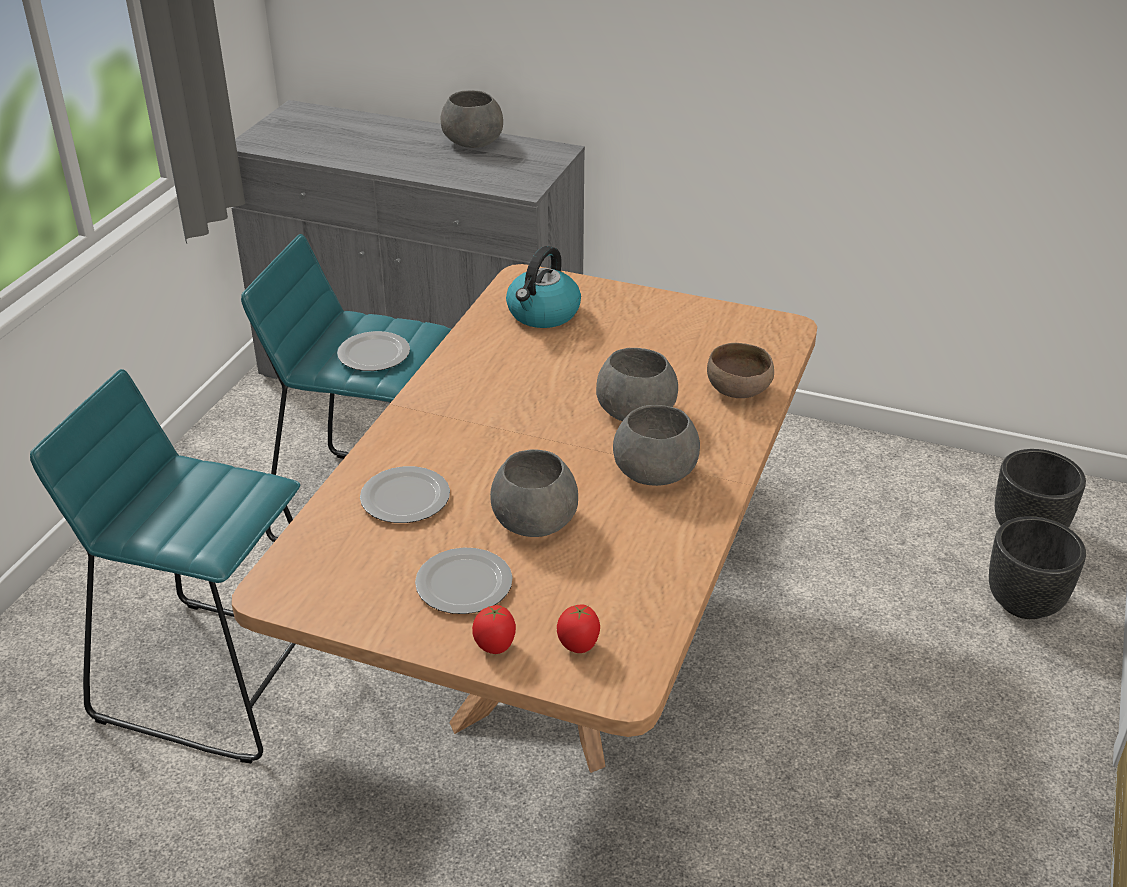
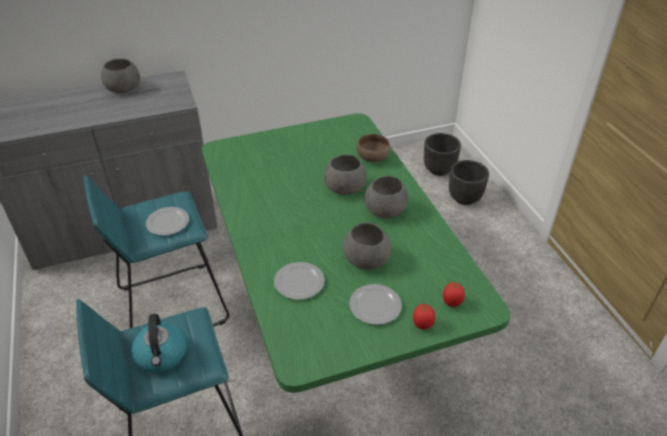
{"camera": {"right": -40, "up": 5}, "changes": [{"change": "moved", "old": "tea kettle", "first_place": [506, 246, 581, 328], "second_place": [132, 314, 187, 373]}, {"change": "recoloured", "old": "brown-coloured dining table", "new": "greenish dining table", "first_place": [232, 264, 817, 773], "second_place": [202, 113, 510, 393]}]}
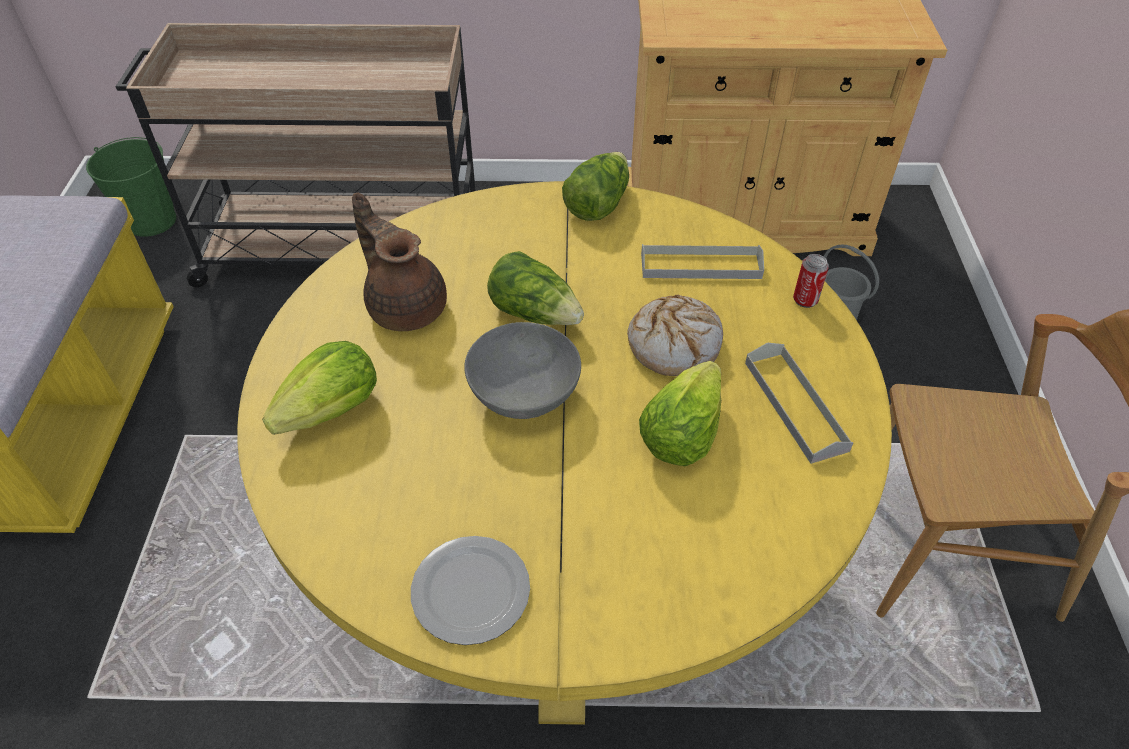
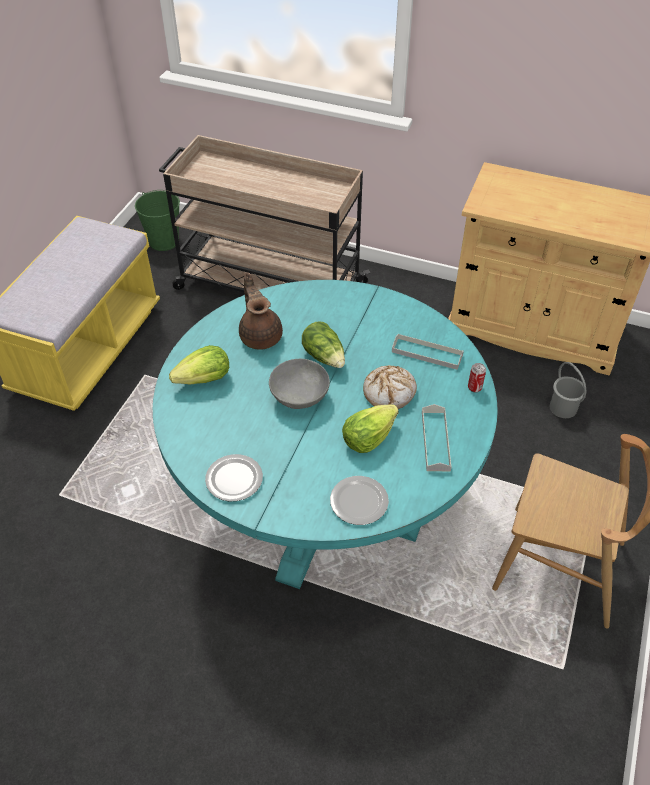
{"camera": {"right": 20, "up": 0}, "changes": [{"change": "removed", "old": "lettuce", "first_place": [562, 152, 629, 221]}, {"change": "recoloured", "old": "yellowish dining table", "new": "turquoise dining table", "first_place": [237, 181, 892, 725], "second_place": [153, 280, 497, 589]}, {"change": "added", "new": "flat dish", "second_place": [330, 476, 389, 525]}]}
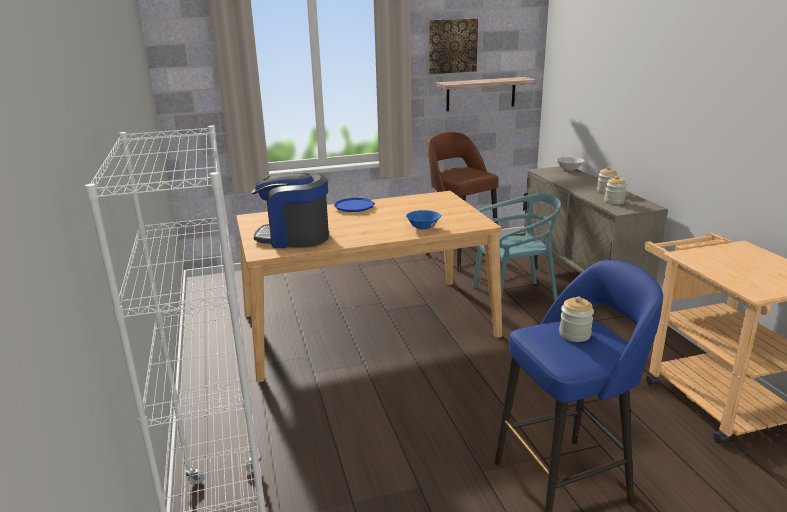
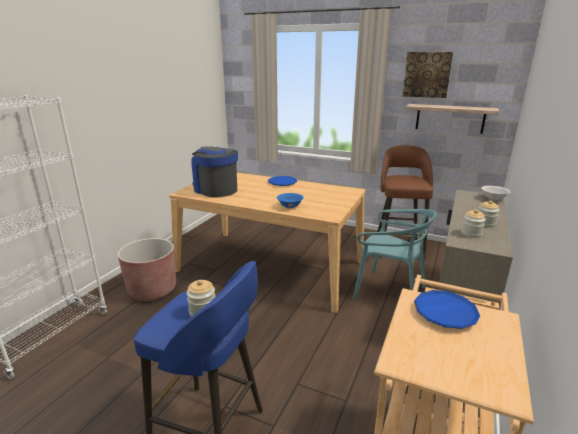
{"camera": {"right": 40, "up": 0}, "changes": [{"change": "added", "new": "brown-coloured plant pot", "second_place": [118, 238, 176, 301]}, {"change": "added", "new": "blue flat dish", "second_place": [414, 290, 480, 329]}]}
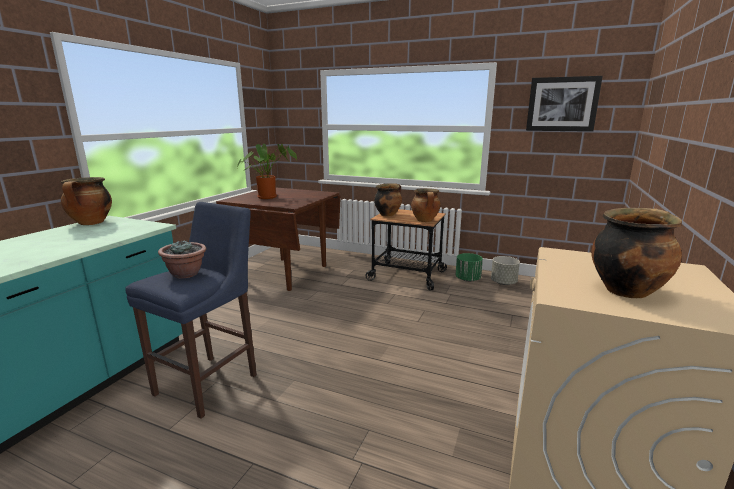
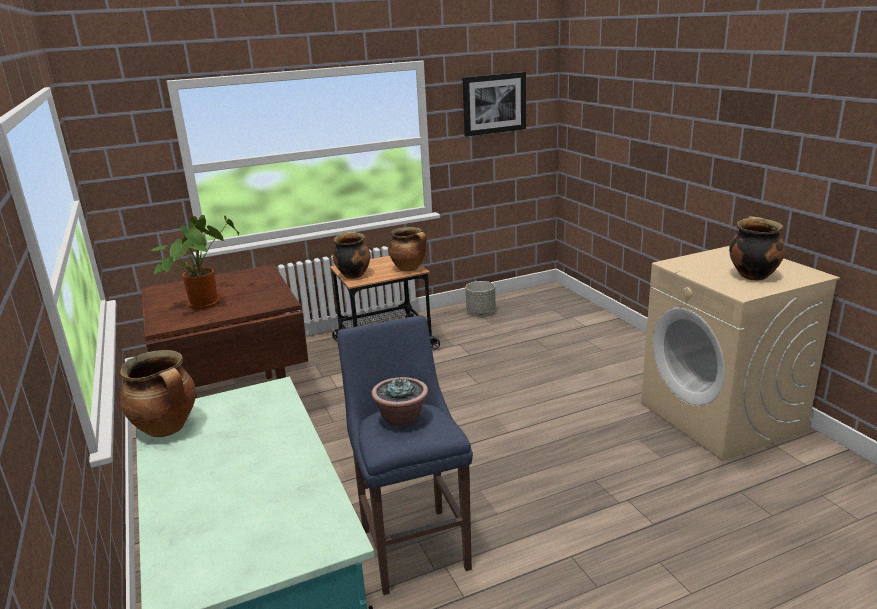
{"camera": {"right": -45, "up": 5}, "changes": [{"change": "removed", "old": "greenish plant pot", "first_place": [456, 253, 483, 282]}]}
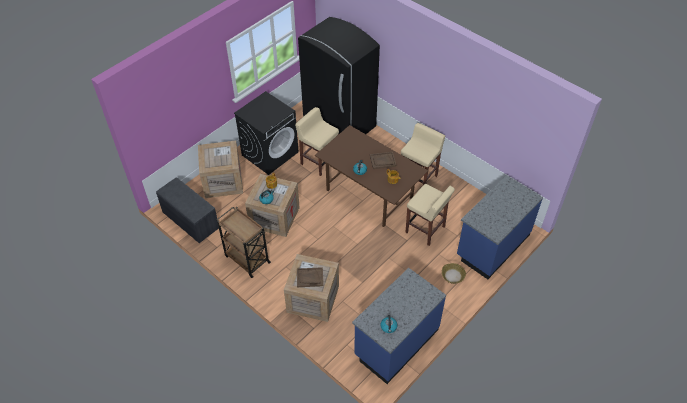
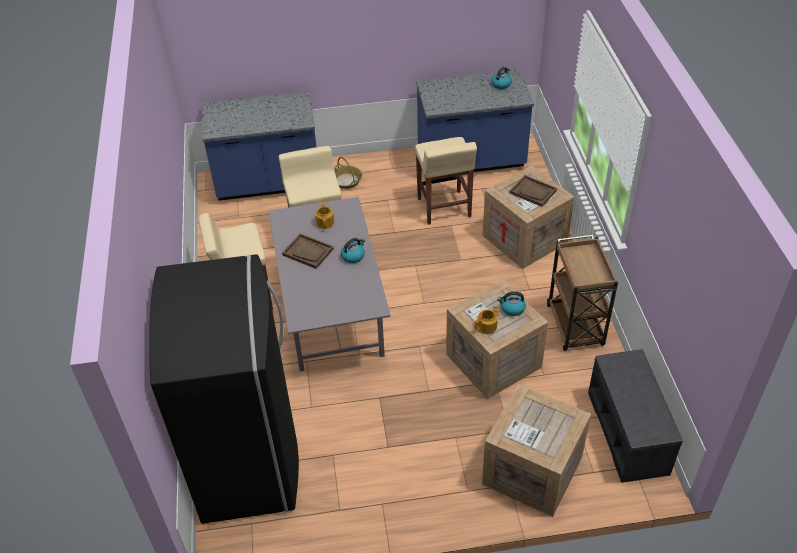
{"camera": {"right": -140, "up": -5}, "changes": [{"change": "removed", "old": "black laundry machine", "first_place": [234, 91, 299, 175]}, {"change": "moved", "old": "beige-coloured stool", "first_place": [295, 107, 339, 176], "second_place": [415, 137, 477, 225]}, {"change": "recoloured", "old": "brown-coloured dining table", "new": "gray dining table", "first_place": [315, 125, 428, 227], "second_place": [269, 197, 391, 371]}]}
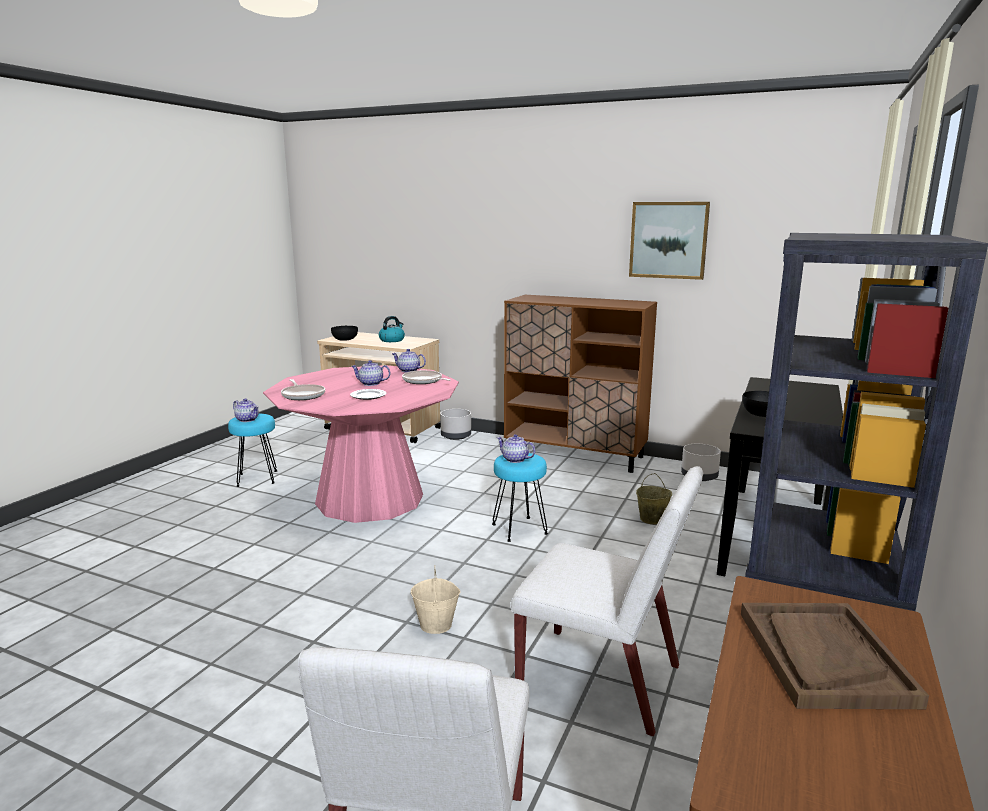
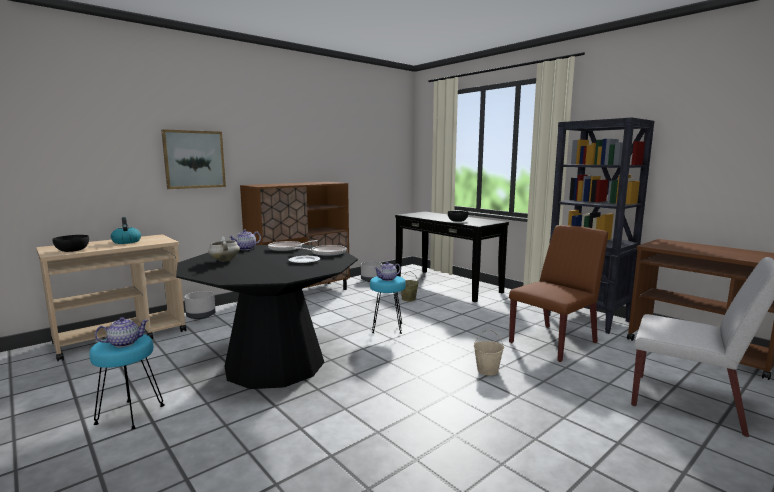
{"camera": {"right": -65, "up": -5}, "changes": [{"change": "moved", "old": "picture", "first_place": [629, 202, 710, 280], "second_place": [161, 129, 226, 189]}, {"change": "removed", "old": "pot for tea", "first_place": [351, 360, 390, 386]}, {"change": "recoloured", "old": "pink dining table", "new": "black dining table", "first_place": [263, 365, 459, 523], "second_place": [176, 244, 358, 389]}, {"change": "moved", "old": "frying pan", "first_place": [281, 379, 325, 400], "second_place": [293, 245, 347, 256]}, {"change": "recoloured", "old": "white-coloured chair", "new": "brown-coloured chair", "first_place": [511, 466, 703, 736], "second_place": [509, 225, 608, 362]}, {"change": "removed", "old": "brown-coloured carrying tray", "first_place": [741, 603, 929, 709]}, {"change": "added", "new": "white-coloured cooking pot", "second_place": [208, 237, 240, 262]}]}
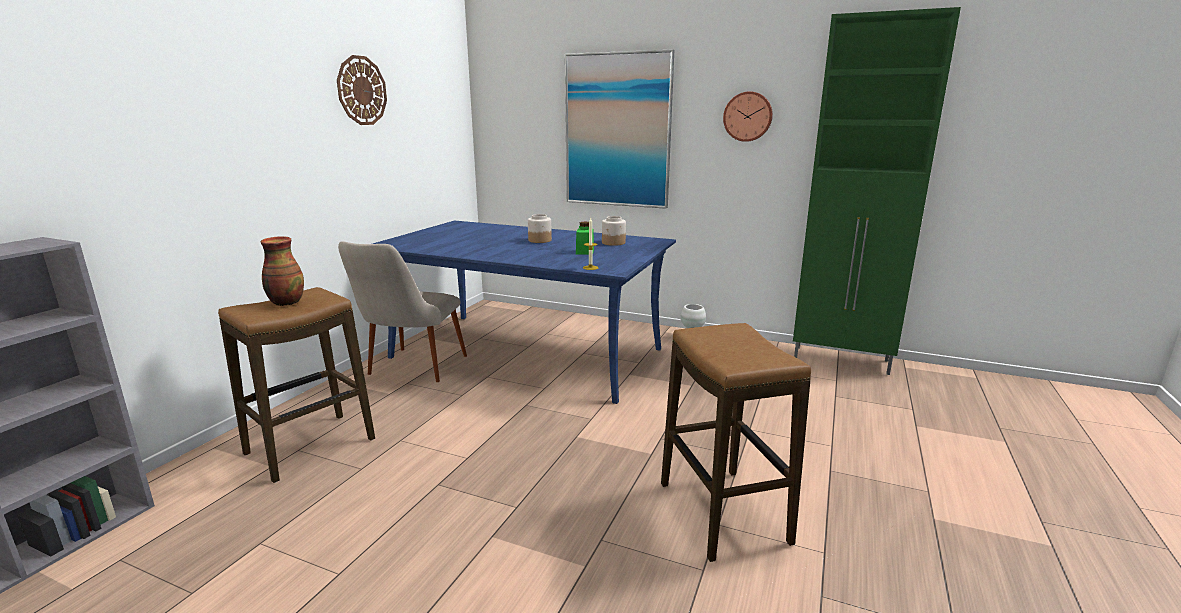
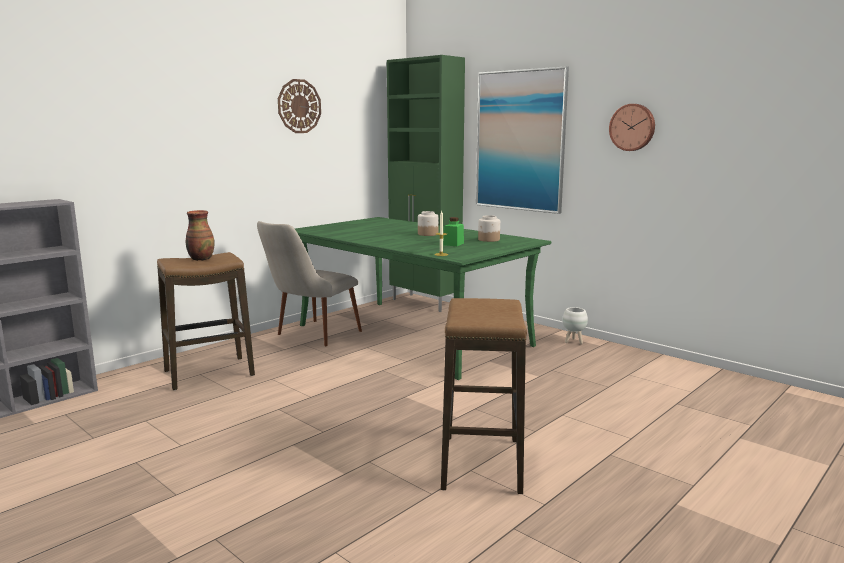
{"camera": {"right": 20, "up": -5}, "changes": [{"change": "moved", "old": "greenish storage cabinet", "first_place": [793, 7, 961, 375], "second_place": [387, 55, 465, 312]}, {"change": "recoloured", "old": "blue dining table", "new": "greenish dining table", "first_place": [373, 220, 676, 404], "second_place": [295, 217, 551, 380]}]}
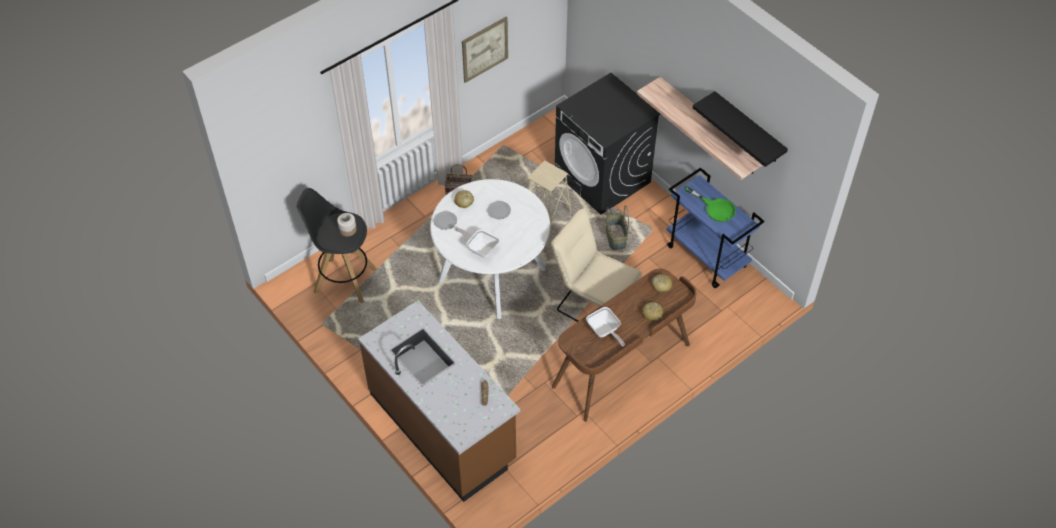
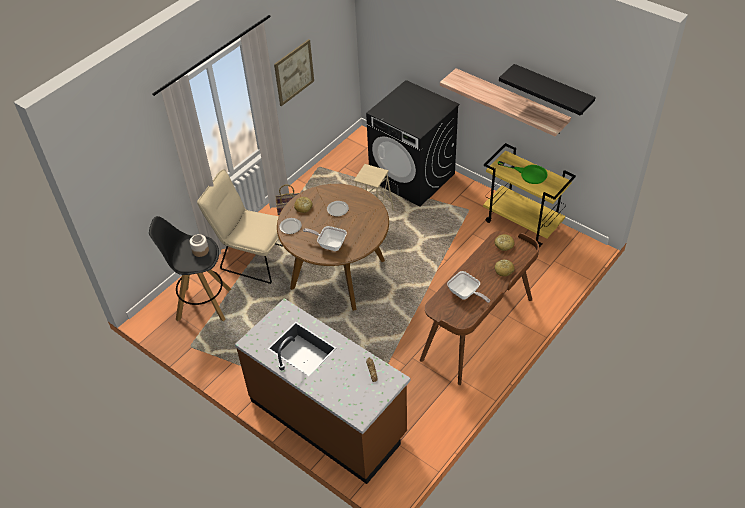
{"camera": {"right": -10, "up": -5}, "changes": [{"change": "recoloured", "old": "blue cart", "new": "yellowish cart", "first_place": [666, 168, 764, 288], "second_place": [483, 143, 576, 248]}, {"change": "recoloured", "old": "white-coloured dining table", "new": "brown-coloured dining table", "first_place": [430, 179, 550, 319], "second_place": [277, 184, 389, 311]}, {"change": "removed", "old": "storage basket", "first_place": [606, 205, 629, 250]}, {"change": "moved", "old": "beige-coloured chair", "first_place": [551, 208, 642, 322], "second_place": [197, 169, 283, 284]}]}
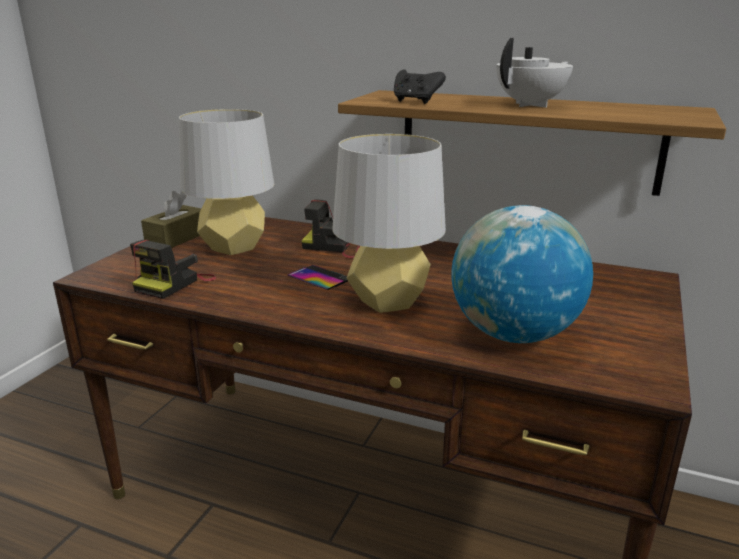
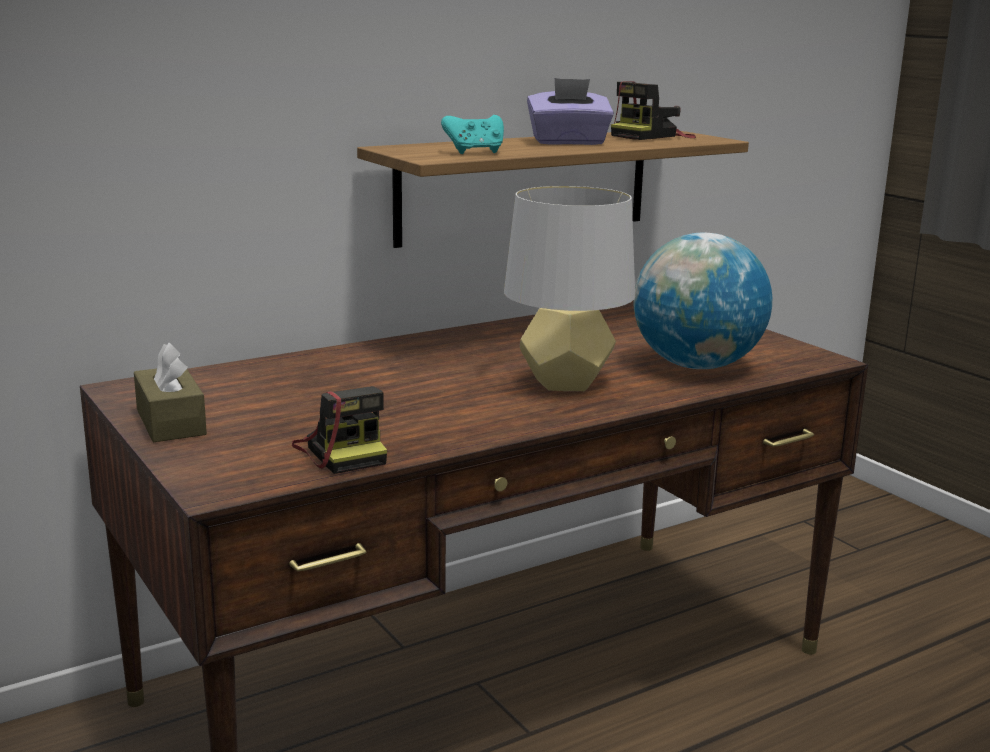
{"camera": {"right": -55, "up": -5}, "changes": [{"change": "replaced", "old": "white-coloured pot for tea", "new": "purplish tissue box", "first_place": [497, 38, 573, 108], "second_place": [527, 78, 614, 145]}, {"change": "recoloured", "old": "black joypad", "new": "turquoise joypad", "first_place": [394, 70, 446, 104], "second_place": [441, 115, 504, 154]}, {"change": "removed", "old": "gray table lamp", "first_place": [179, 109, 274, 255]}, {"change": "moved", "old": "photo camera", "first_place": [301, 199, 360, 258], "second_place": [611, 82, 696, 140]}, {"change": "removed", "old": "telephone", "first_place": [288, 265, 348, 290]}]}
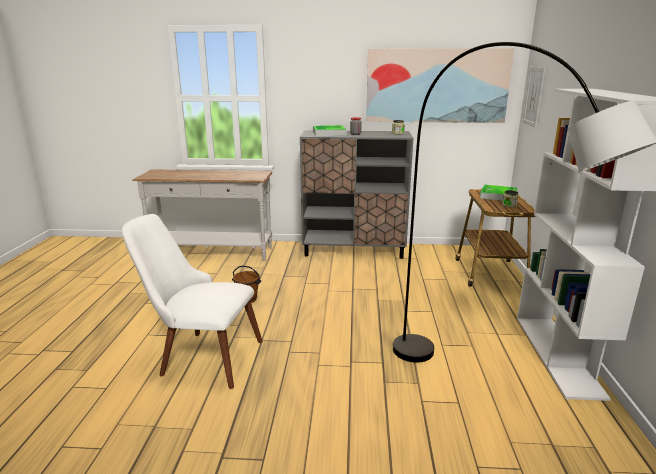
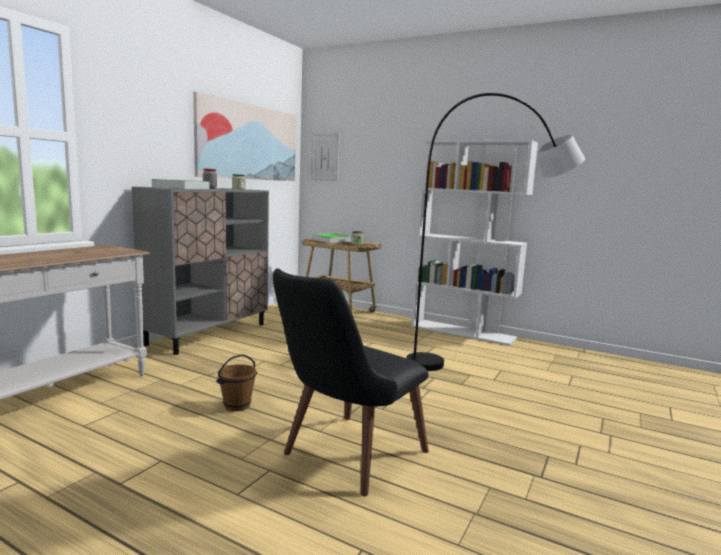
{"camera": {"right": -65, "up": -10}, "changes": [{"change": "recoloured", "old": "white-coloured chair", "new": "black chair", "first_place": [121, 214, 263, 389], "second_place": [273, 268, 429, 497]}]}
